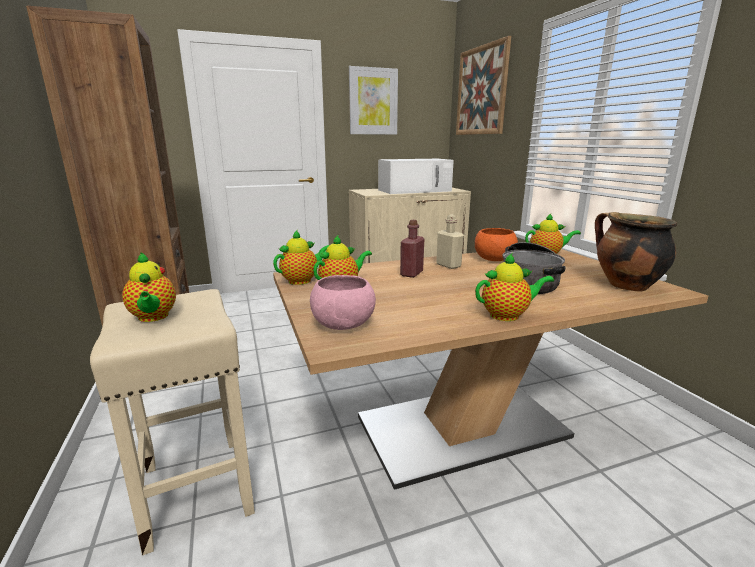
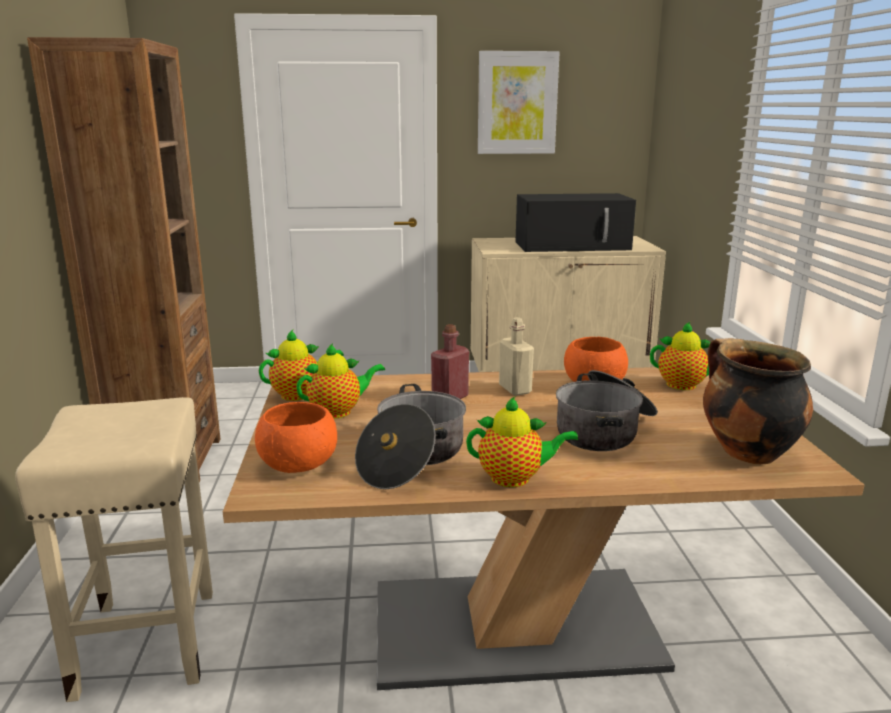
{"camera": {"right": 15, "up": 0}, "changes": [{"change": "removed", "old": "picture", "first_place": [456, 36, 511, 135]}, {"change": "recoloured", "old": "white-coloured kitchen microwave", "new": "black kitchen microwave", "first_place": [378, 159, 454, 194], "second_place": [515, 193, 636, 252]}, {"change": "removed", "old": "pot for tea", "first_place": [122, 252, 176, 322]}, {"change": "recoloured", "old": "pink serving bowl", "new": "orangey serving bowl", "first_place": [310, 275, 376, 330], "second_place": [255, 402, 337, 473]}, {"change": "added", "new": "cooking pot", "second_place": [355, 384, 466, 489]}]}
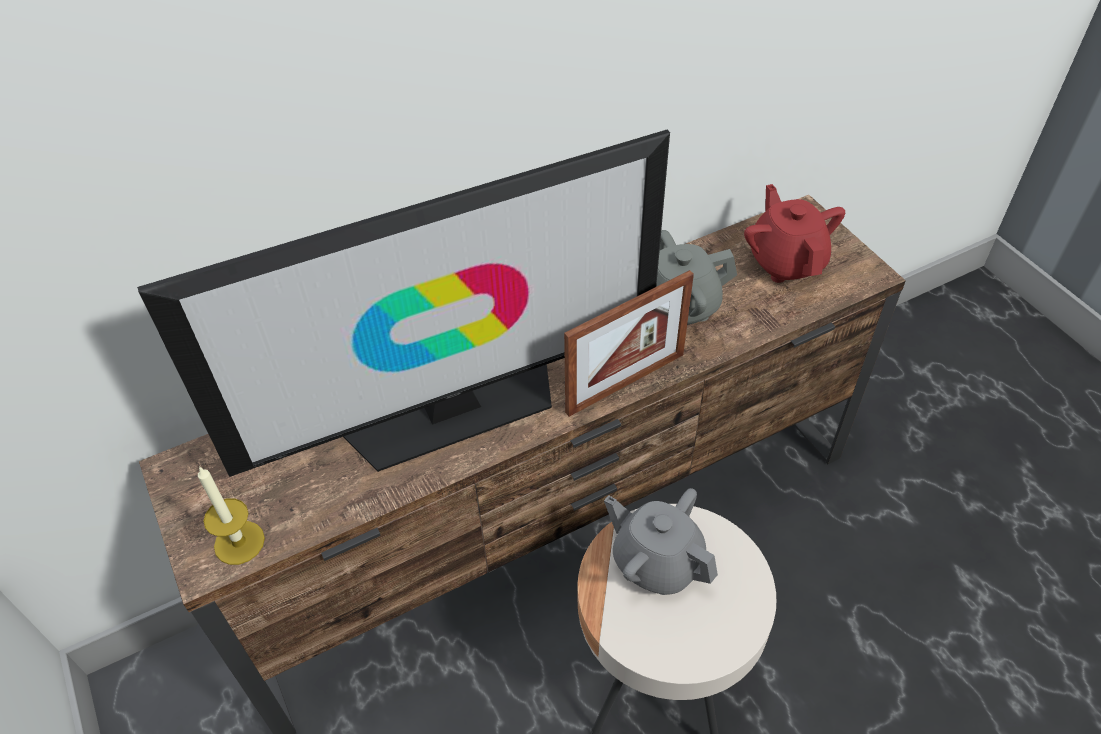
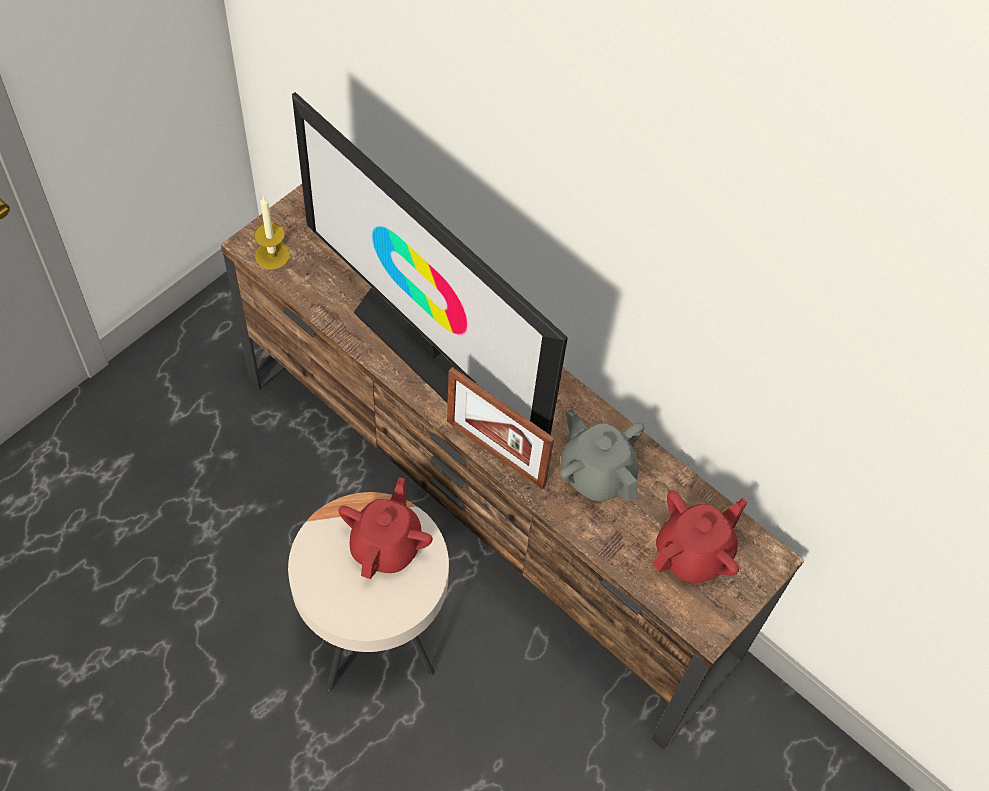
{"camera": {"right": 65, "up": 10}, "changes": [{"change": "recoloured", "old": "gray pot for tea", "new": "red pot for tea", "first_place": [604, 488, 718, 595], "second_place": [338, 477, 433, 579]}]}
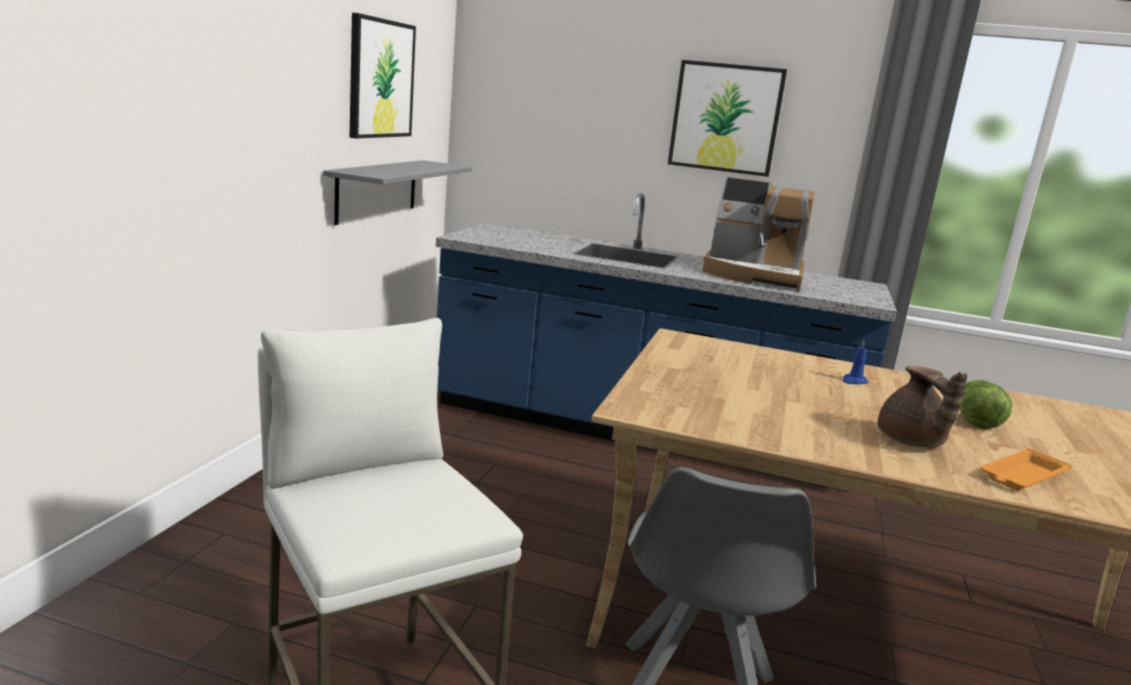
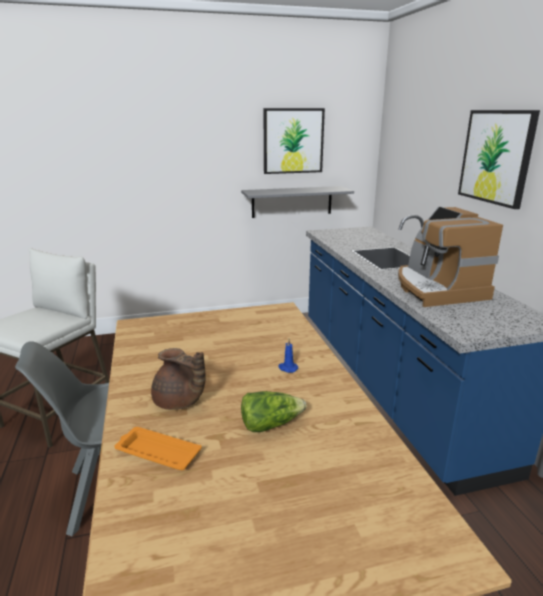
{"camera": {"right": 60, "up": 5}, "changes": [{"change": "turned", "old": "brown-coloured pot for tea", "first_place": [877, 366, 967, 447], "second_place": [151, 348, 206, 410], "degrees": -105}]}
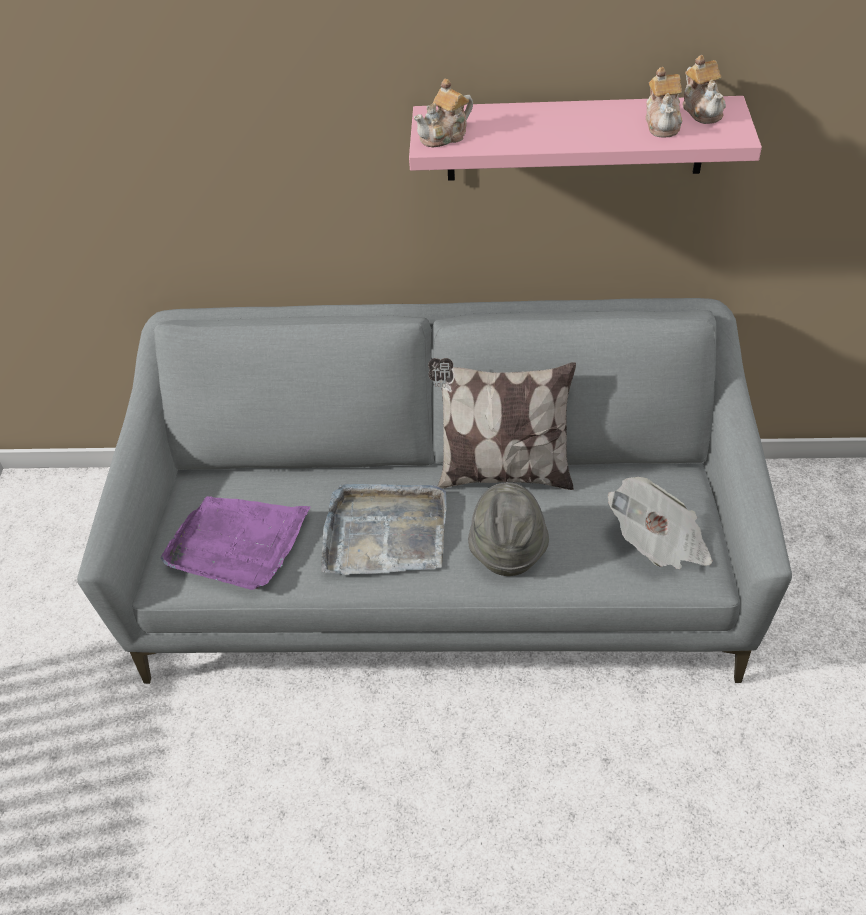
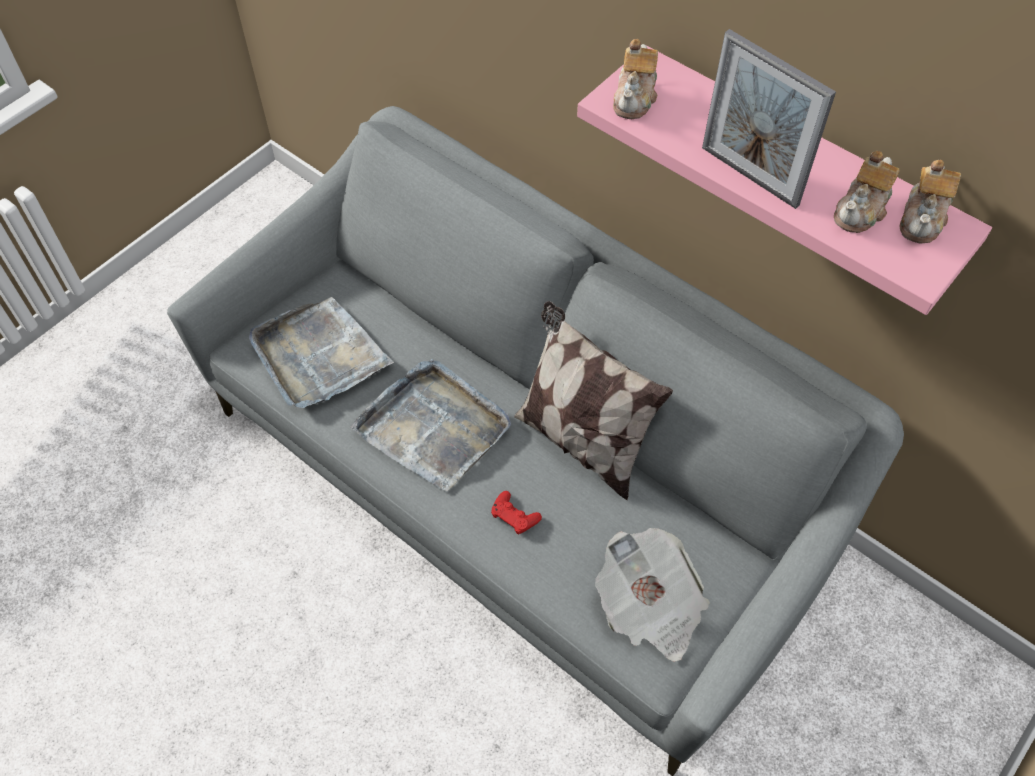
{"camera": {"right": 35, "up": 10}, "changes": [{"change": "turned", "old": "pot for tea", "first_place": [414, 79, 473, 147], "second_place": [613, 39, 658, 119], "degrees": -75}, {"change": "replaced", "old": "gray wearable hat", "new": "red joypad", "first_place": [468, 482, 549, 576], "second_place": [491, 491, 542, 534]}, {"change": "recoloured", "old": "purplish carrying tray", "new": "gray carrying tray", "first_place": [161, 496, 311, 590], "second_place": [249, 297, 394, 408]}, {"change": "added", "new": "standing frame", "second_place": [702, 29, 836, 209]}]}
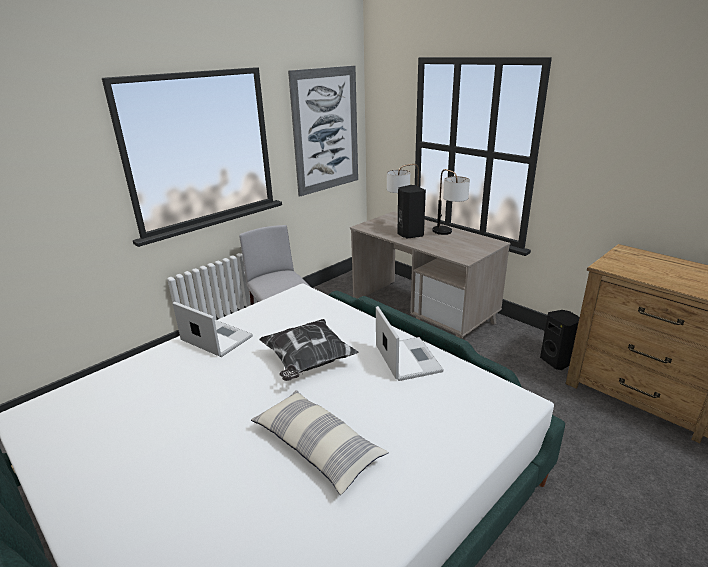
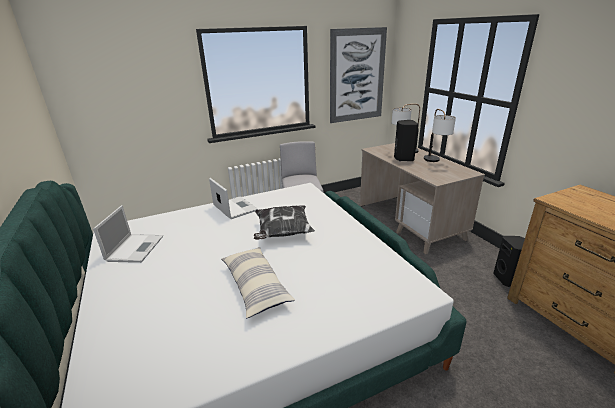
{"camera": {"right": 20, "up": 0}, "changes": [{"change": "moved", "old": "notebook computer", "first_place": [376, 306, 444, 381], "second_place": [93, 205, 163, 263]}]}
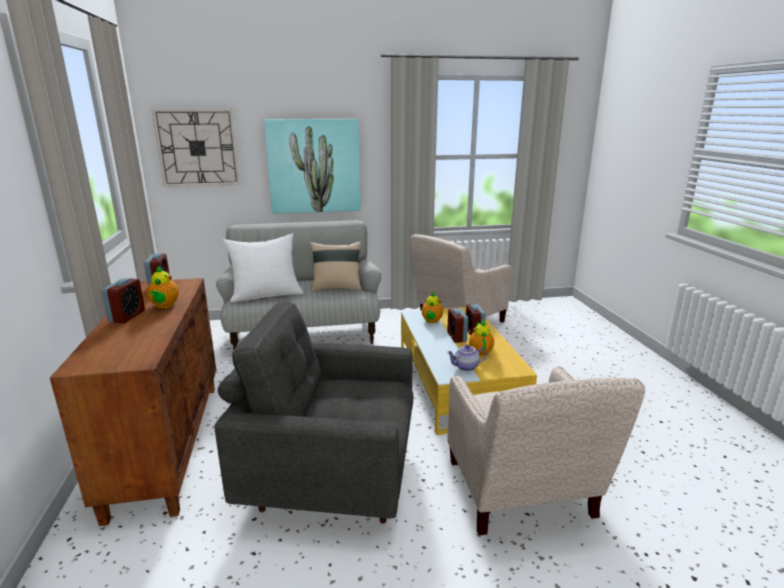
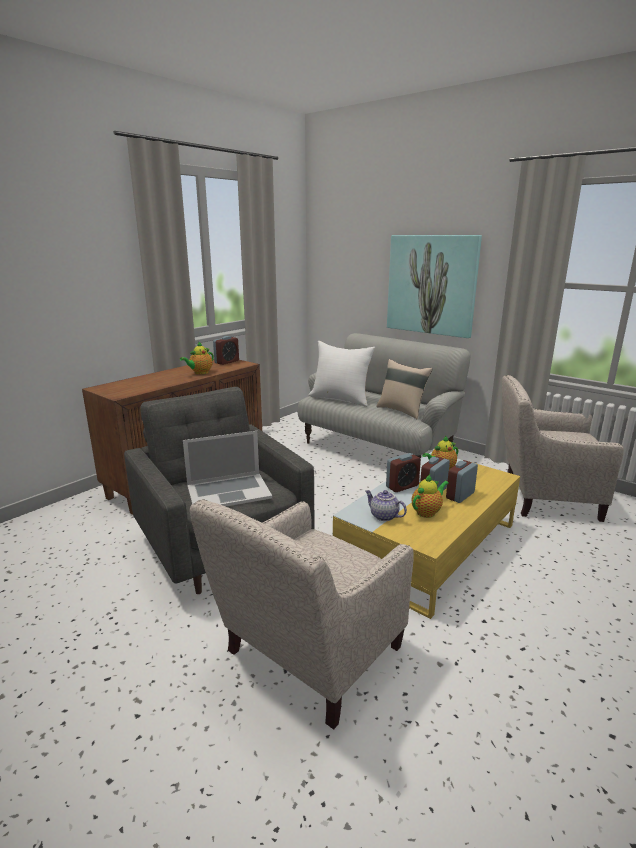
{"camera": {"right": 50, "up": 0}, "changes": [{"change": "removed", "old": "clock on the wall", "first_place": [152, 109, 240, 187]}, {"change": "moved", "old": "bedside clock", "first_place": [102, 278, 145, 323], "second_place": [386, 453, 421, 492]}, {"change": "added", "new": "notebook computer", "second_place": [183, 431, 272, 506]}]}
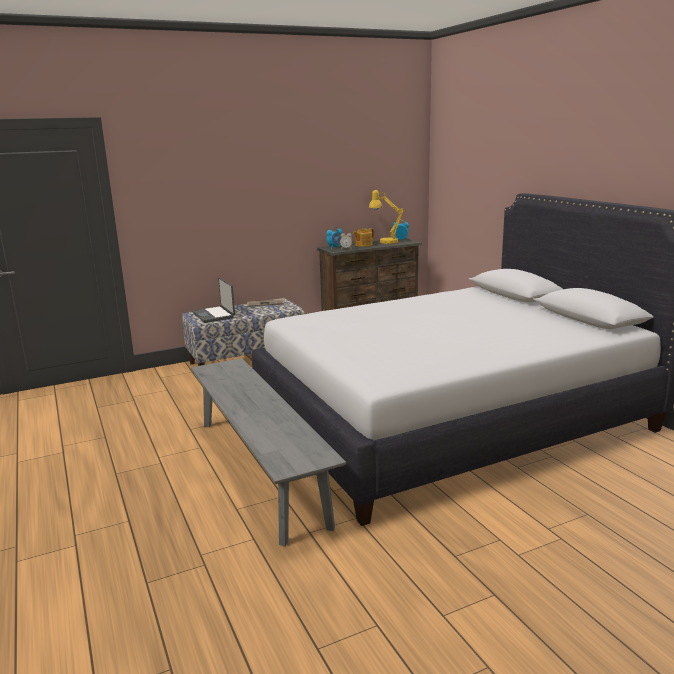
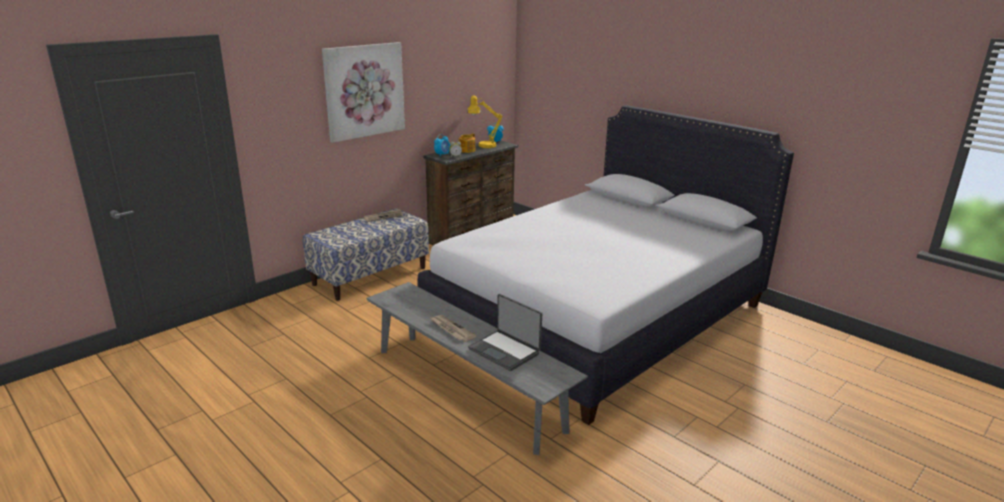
{"camera": {"right": -20, "up": 5}, "changes": [{"change": "moved", "old": "notebook computer", "first_place": [192, 278, 235, 323], "second_place": [468, 294, 542, 371]}, {"change": "added", "new": "picture", "second_place": [322, 42, 405, 143]}, {"change": "added", "new": "daily paper", "second_place": [429, 315, 476, 342]}]}
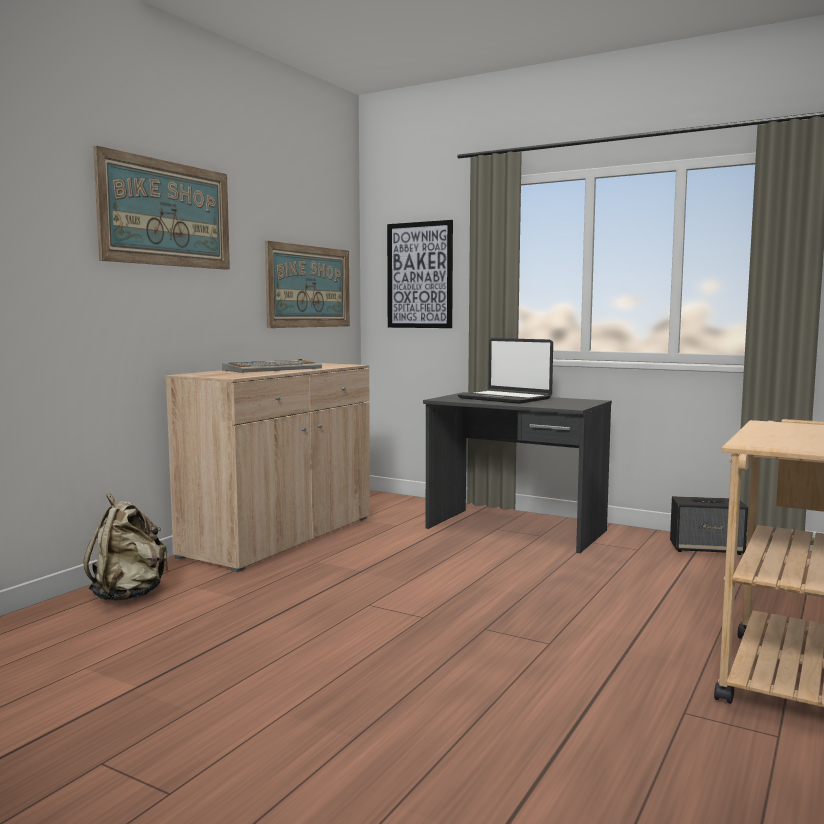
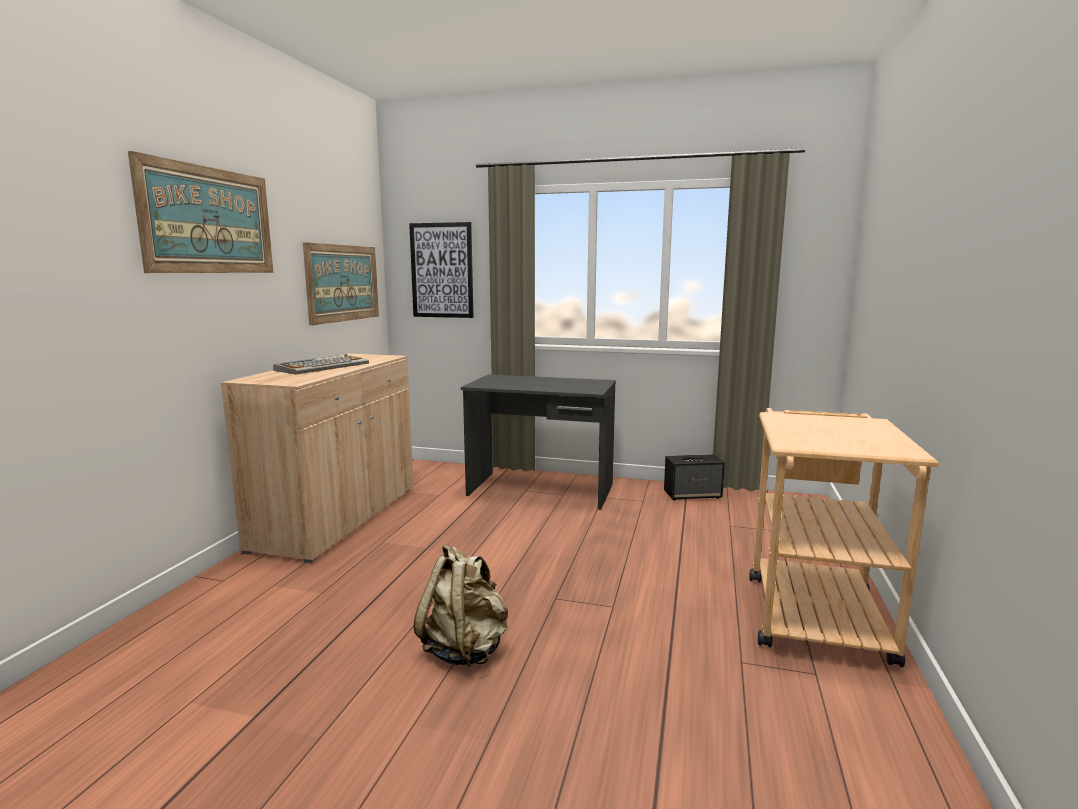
{"camera": {"right": -15, "up": 5}, "changes": [{"change": "removed", "old": "notebook computer", "first_place": [458, 338, 553, 404]}, {"change": "moved", "old": "beige-coloured backpack", "first_place": [83, 493, 168, 601], "second_place": [414, 544, 508, 666]}]}
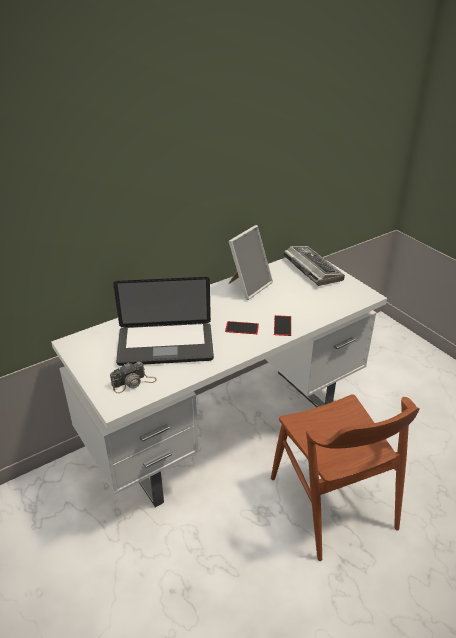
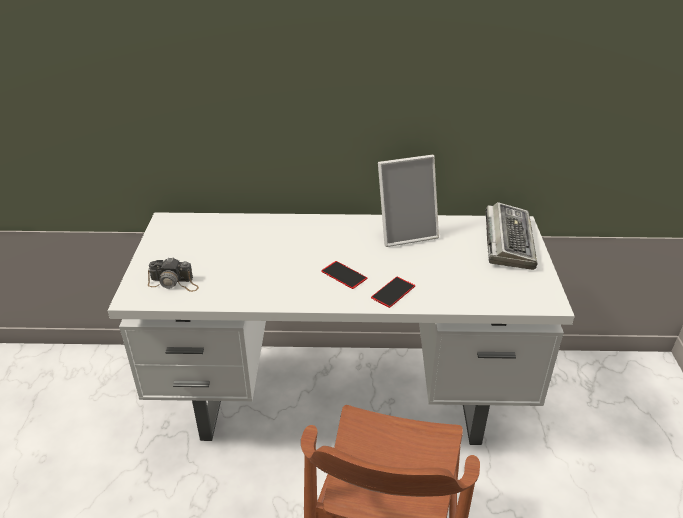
{"camera": {"right": 35, "up": 0}, "changes": [{"change": "removed", "old": "notebook computer", "first_place": [113, 277, 214, 366]}]}
